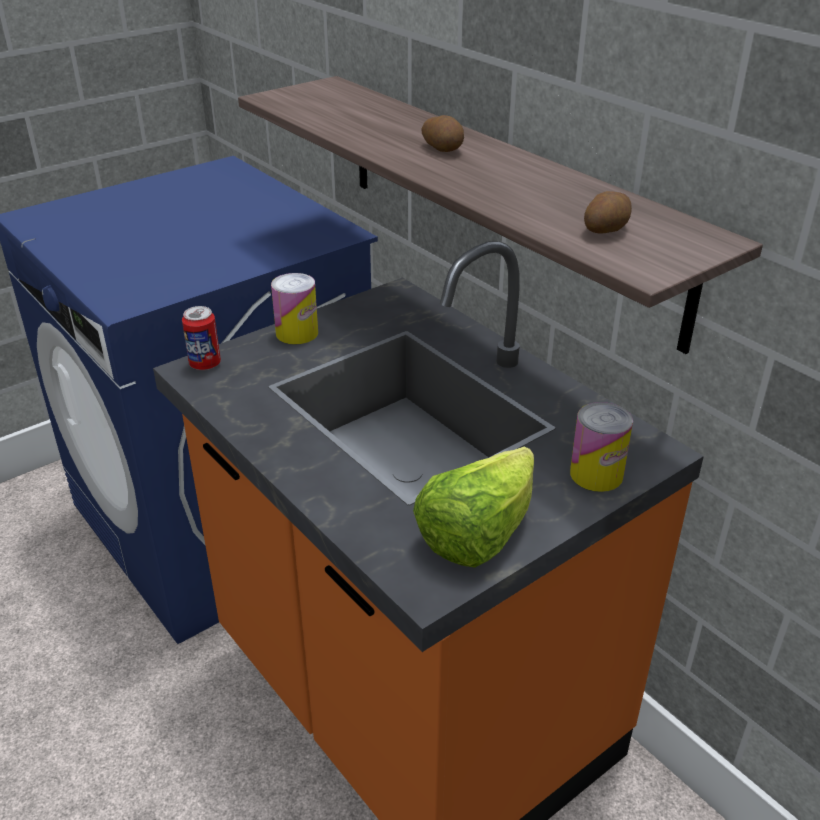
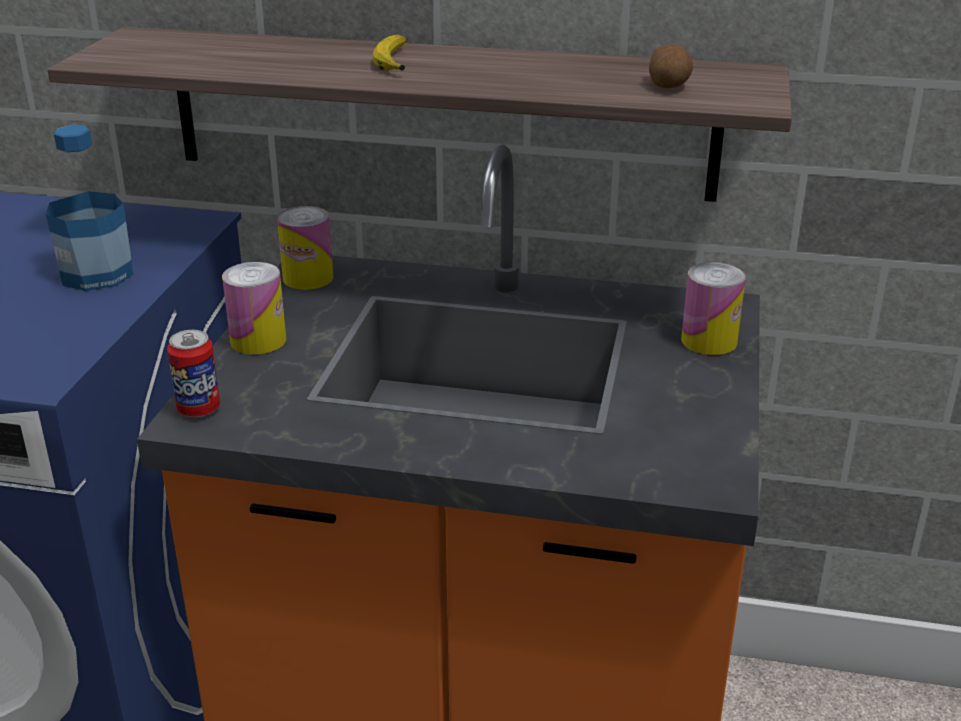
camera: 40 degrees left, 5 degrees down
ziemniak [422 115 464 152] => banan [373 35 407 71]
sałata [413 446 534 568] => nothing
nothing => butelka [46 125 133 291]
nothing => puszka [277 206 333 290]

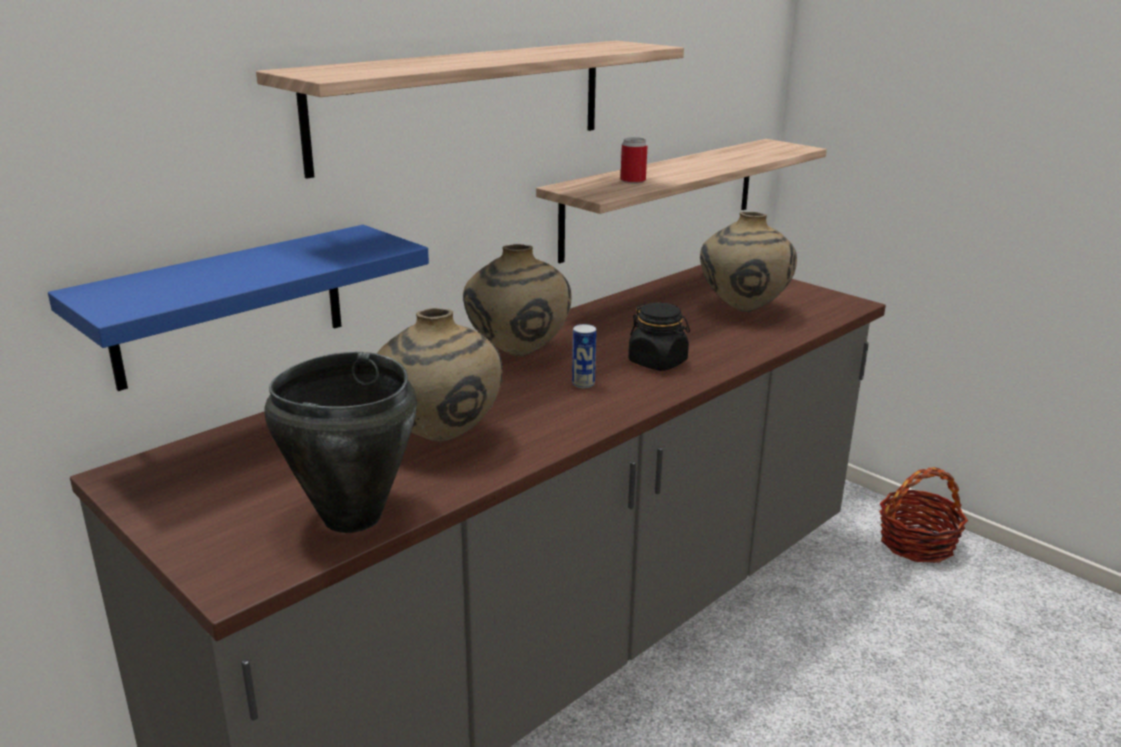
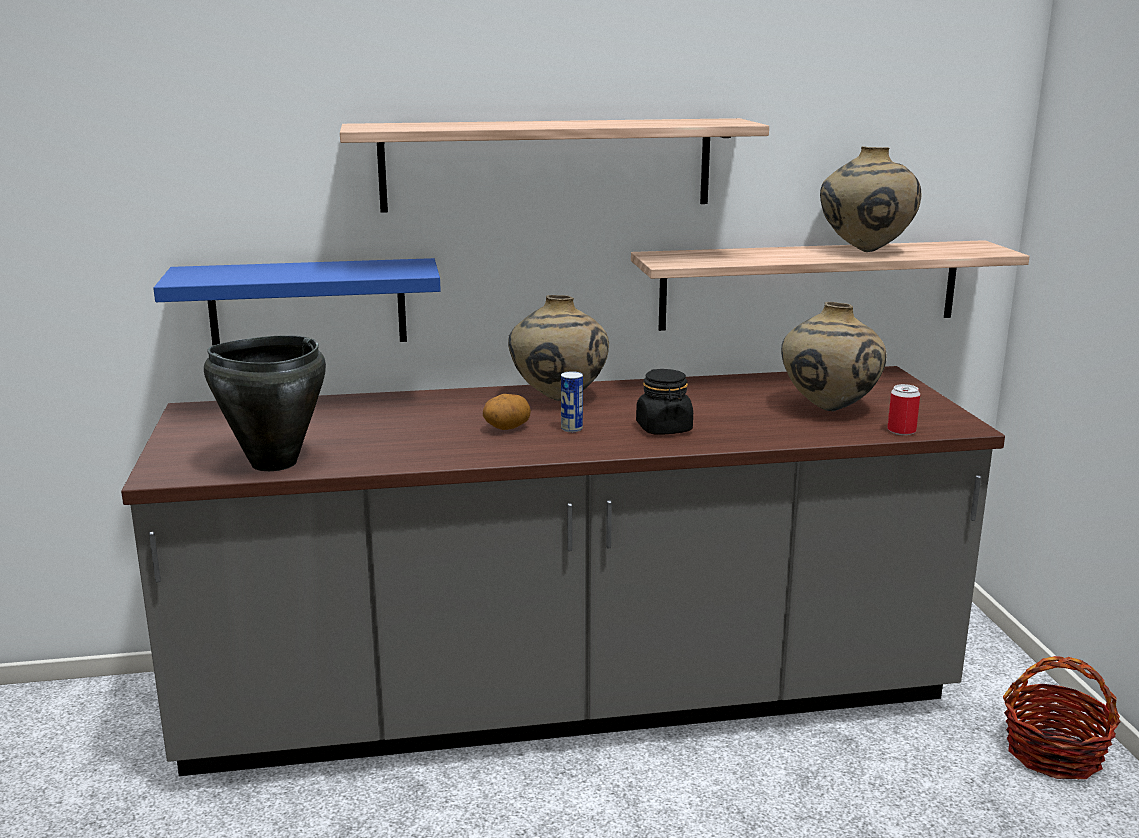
camera: 35 degrees right, 5 degrees down
puszka [621 137 648 184] => puszka [887 384 920 435], relocated
wazon [beżowy] [377 308 503 442] => wazon [beżowy] [820 146 922 252], relocated
nothing => ziemniak [483 394 531 430]

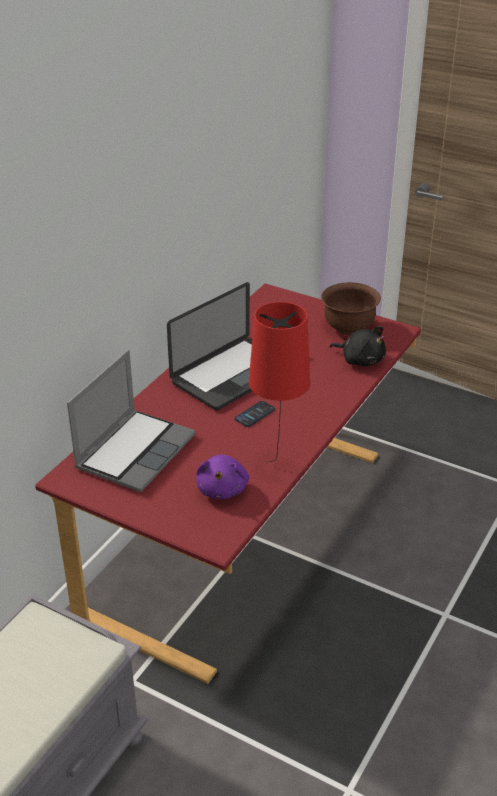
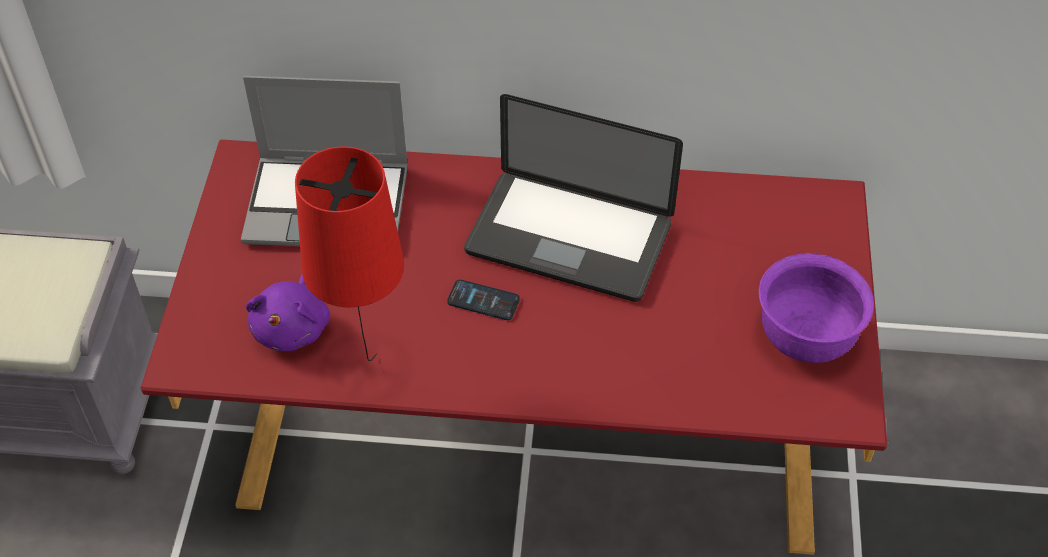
camera: 65 degrees right, 15 degrees up
miska [brązowy] [321 282 381 335] => miska [fioletowy] [759 253 874 363]
pluszak [czarny] [330 326 386 366] => nothing
pluszak [fioletowy] [196 454 249 499] => pluszak [fioletowy] [246 275 330 351], 60 degrees counterclockwise

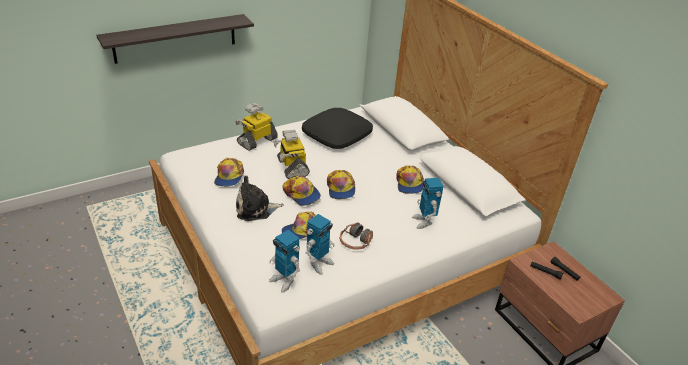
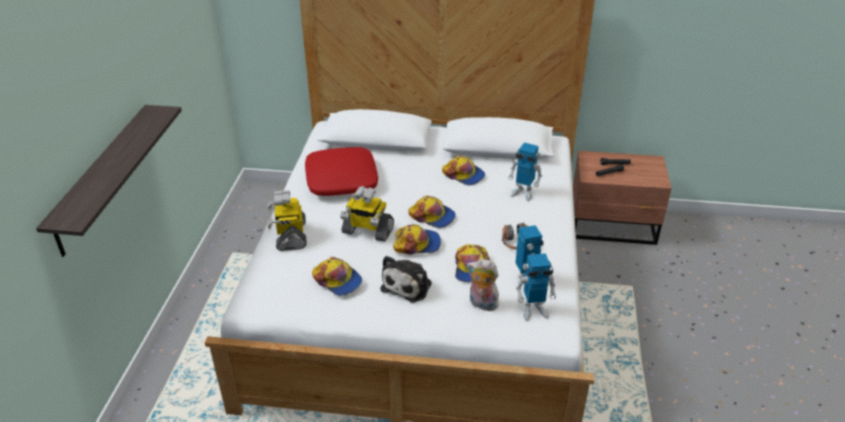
camera: 50 degrees left, 0 degrees up
poduszka [czarny] [302 108 373 149] => poduszka [czerwony] [305 147 378 196]
nothing => pluszak [467 259 499 311]

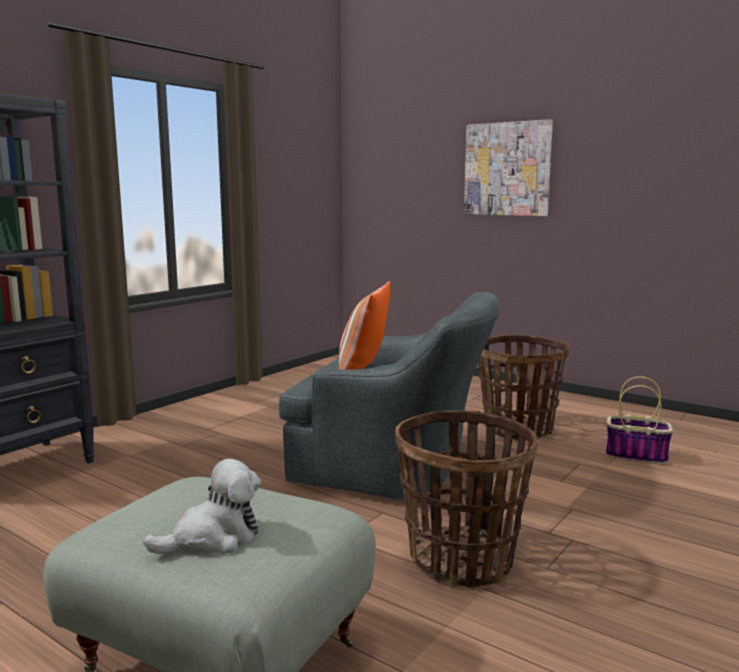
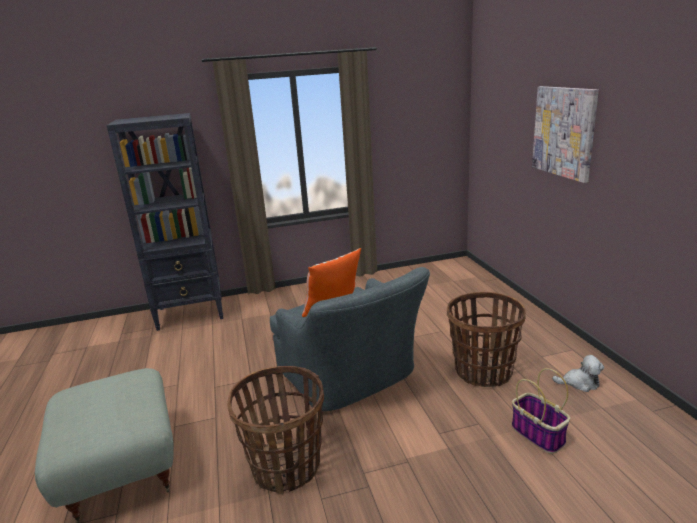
camera: 40 degrees right, 10 degrees up
pluszak [143 459 261 554] => pluszak [552 355 604 392], relocated

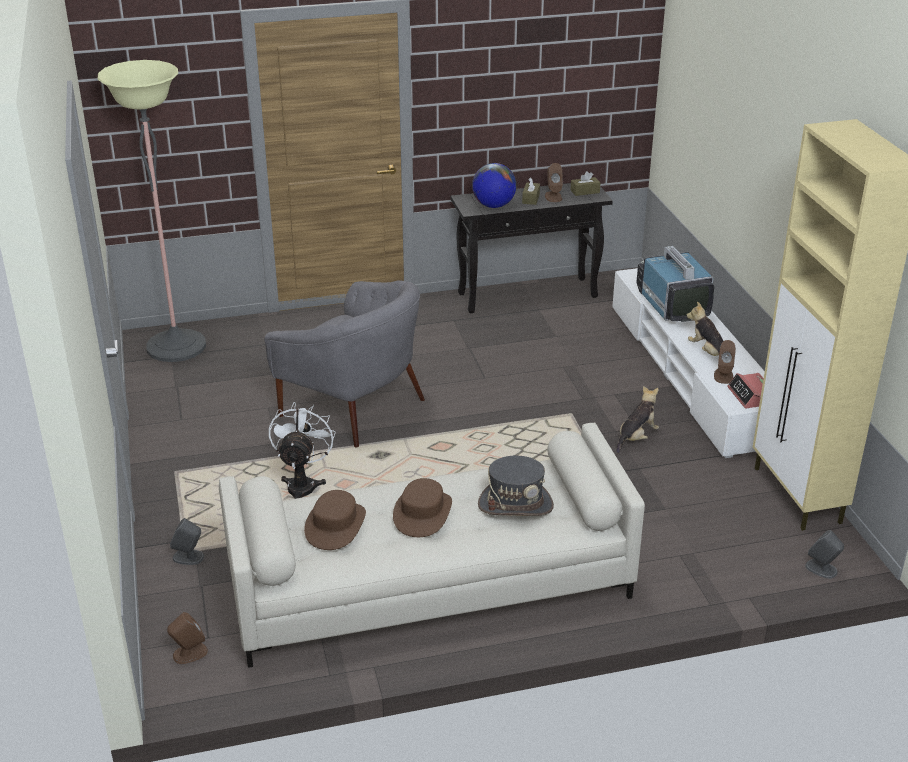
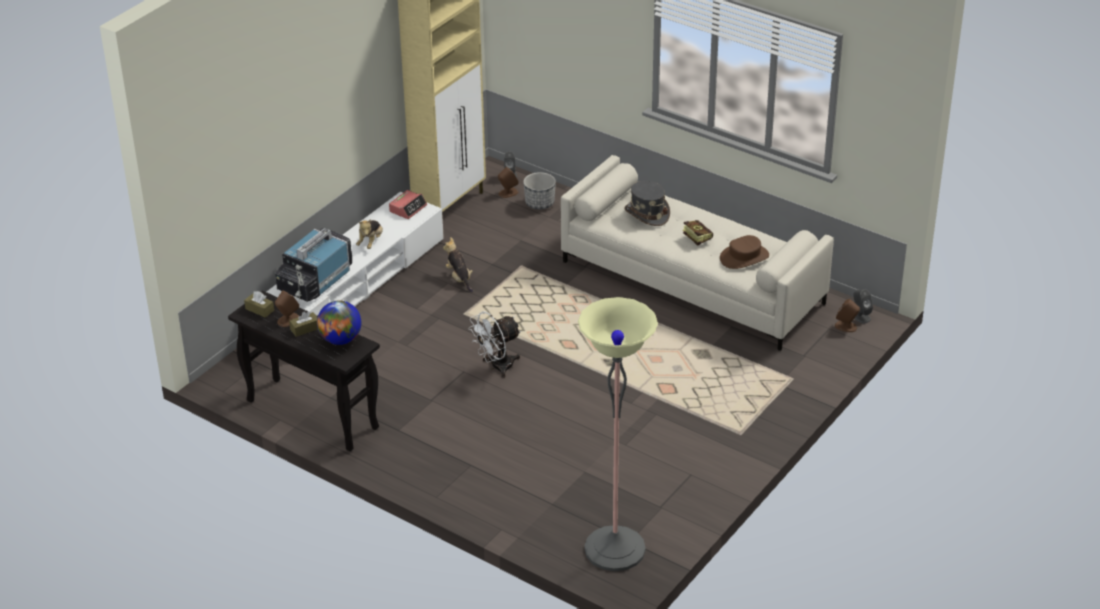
camera: 130 degrees left, 5 degrees up
fotel [szary] [264 280 425 448] => nothing
głośnik [brązowy] [714 340 736 384] => głośnik [brązowy] [498 167 519 198], relocated
pluszak [617 386 659 453] => pluszak [443 237 473 293], 60 degrees clockwise
wentylator [biały] [269 402 336 499] => wentylator [biały] [468 311 521 378], relocated
kapelusz [brązowy] [393 478 452 537] => książka [683 220 713 246]
głośnik [szary] [170 518 204 565] => głośnik [szary] [853 289 873 323], relocated
nothing => donica [523 172 556 209]

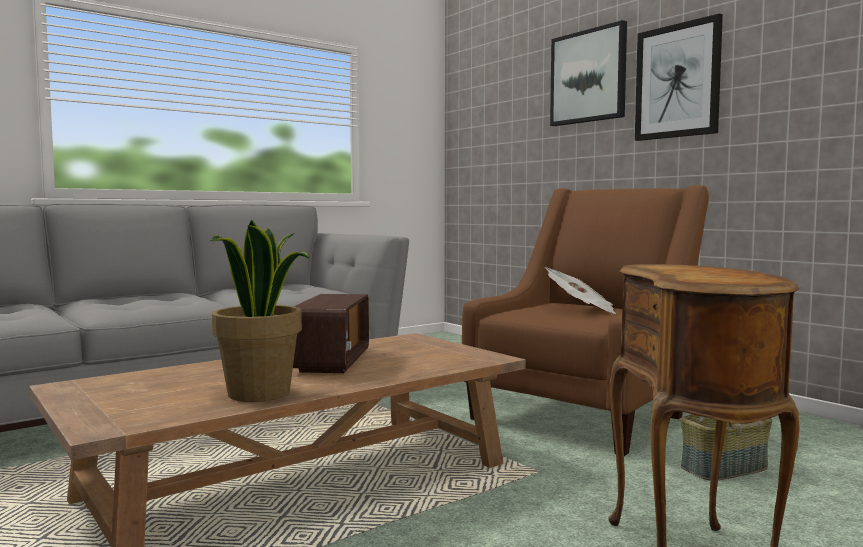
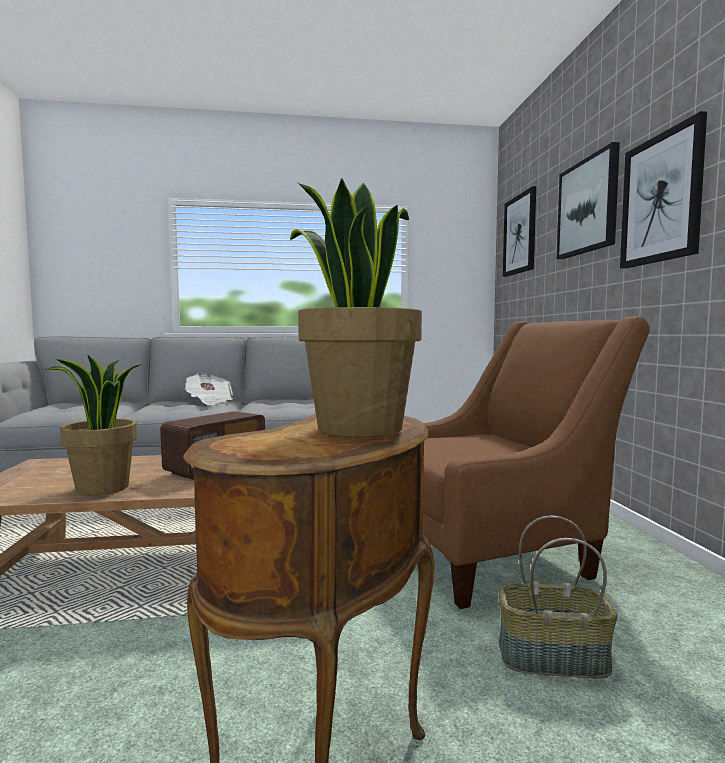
camera: 30 degrees right, 0 degrees up
gazeta [545 267 616 314] => gazeta [185 373 233 405], relocated
nothing => roślina doniczkowa [290 179 422 437]
nothing => obraz [503 186 536 277]

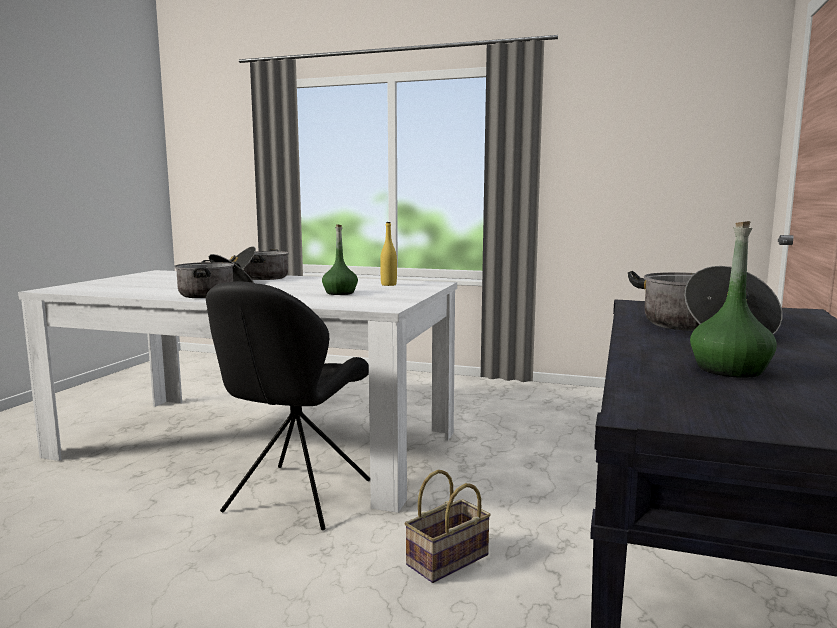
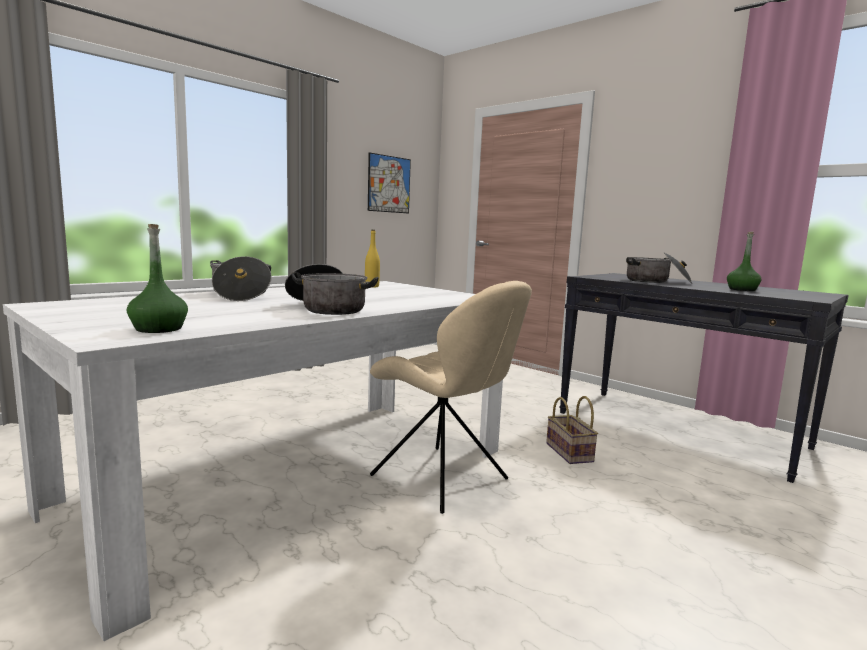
camera: 65 degrees left, 0 degrees up
butelka [zielony] [322 224 358 295] => butelka [zielony] [127 224 188 333], relocated
krzesło [czarny] [206 281 370 530] => krzesło [beżowy] [370 281 532 514]
nothing => obraz [368 152 411 213]

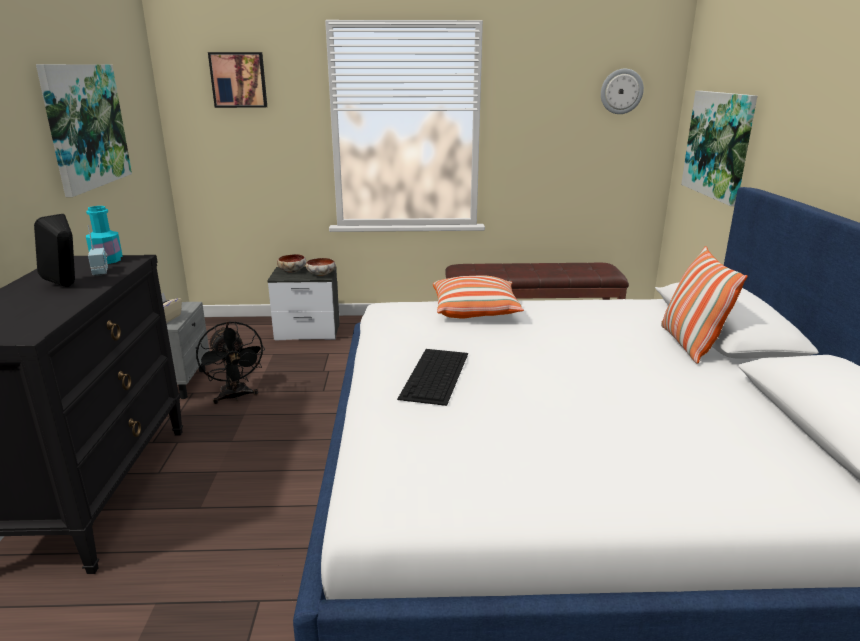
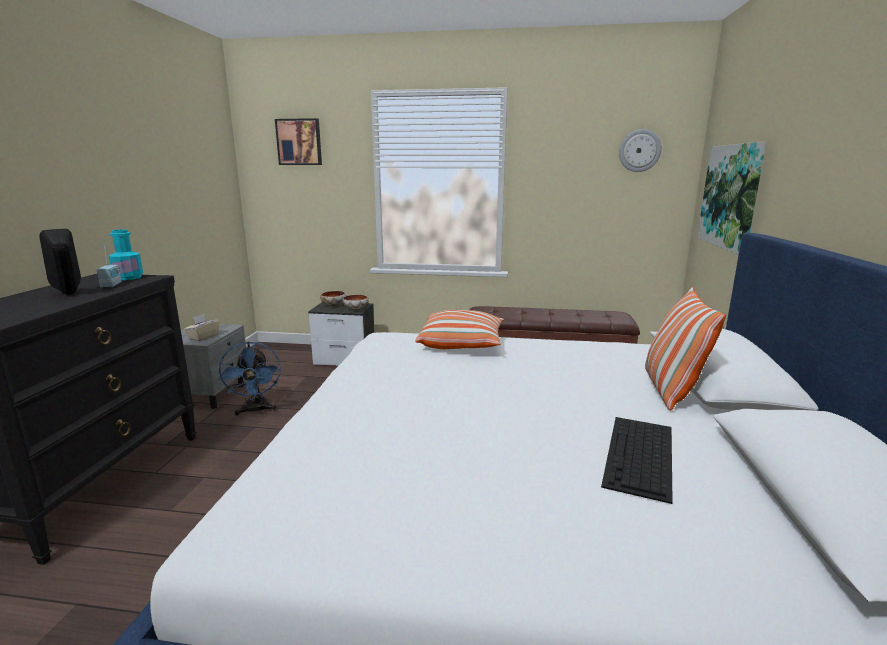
camera: 10 degrees right, 5 degrees down
obraz [36 64 132 197] => nothing
wentylator [czarny] [196 321 265 404] => wentylator [niebieski] [218 341 281 415]
klawiatura [397 349 468 406] => klawiatura [601 417 673 504], relocated

